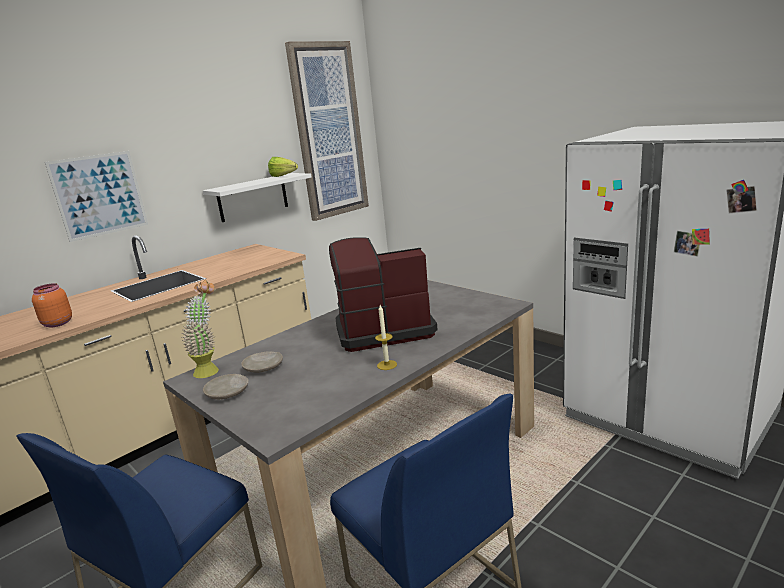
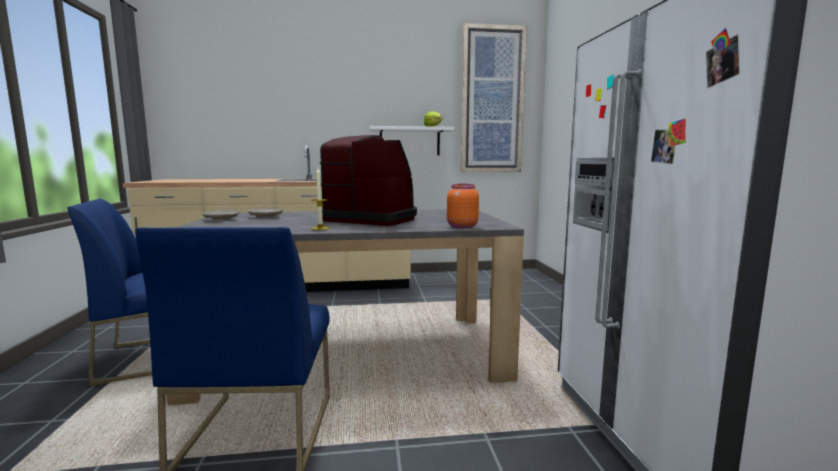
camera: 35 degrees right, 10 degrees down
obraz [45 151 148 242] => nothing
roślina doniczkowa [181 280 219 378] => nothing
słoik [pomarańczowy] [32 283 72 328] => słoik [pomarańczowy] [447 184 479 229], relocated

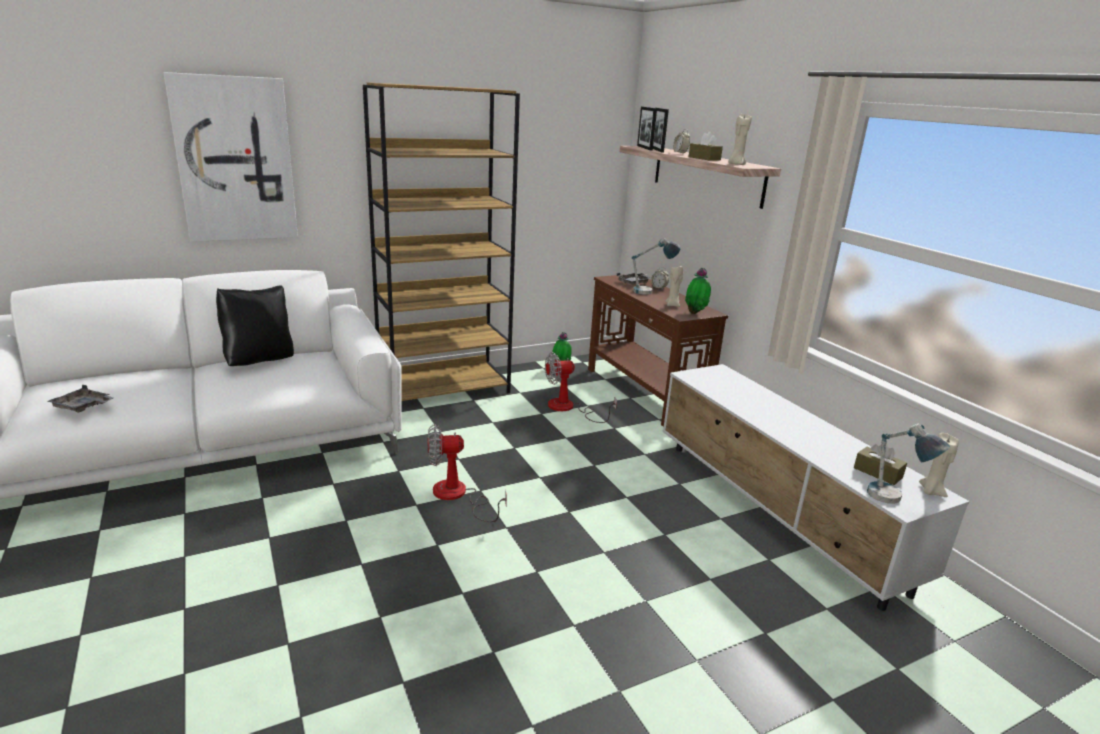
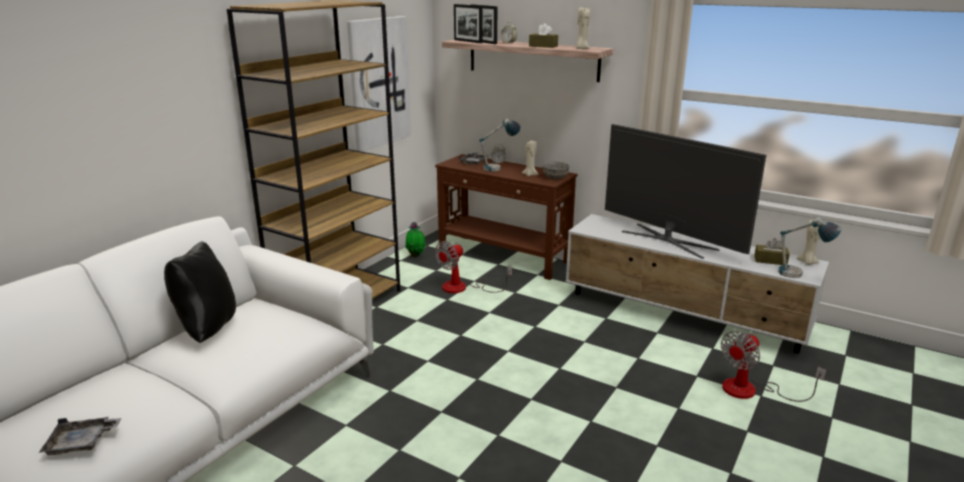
camera: 30 degrees left, 0 degrees up
obraz [163 72 298 242] => obraz [347 16 411 152], relocated
roślina doniczkowa [685 268 711 314] => miska [szary] [542 161 569 179]
wentylator [427 424 507 522] => wentylator [721 331 826 402], relocated
nothing => telewizor [605 124 766 259]

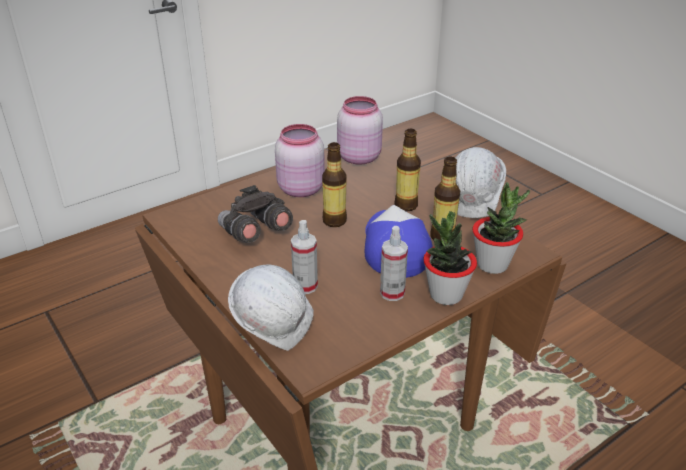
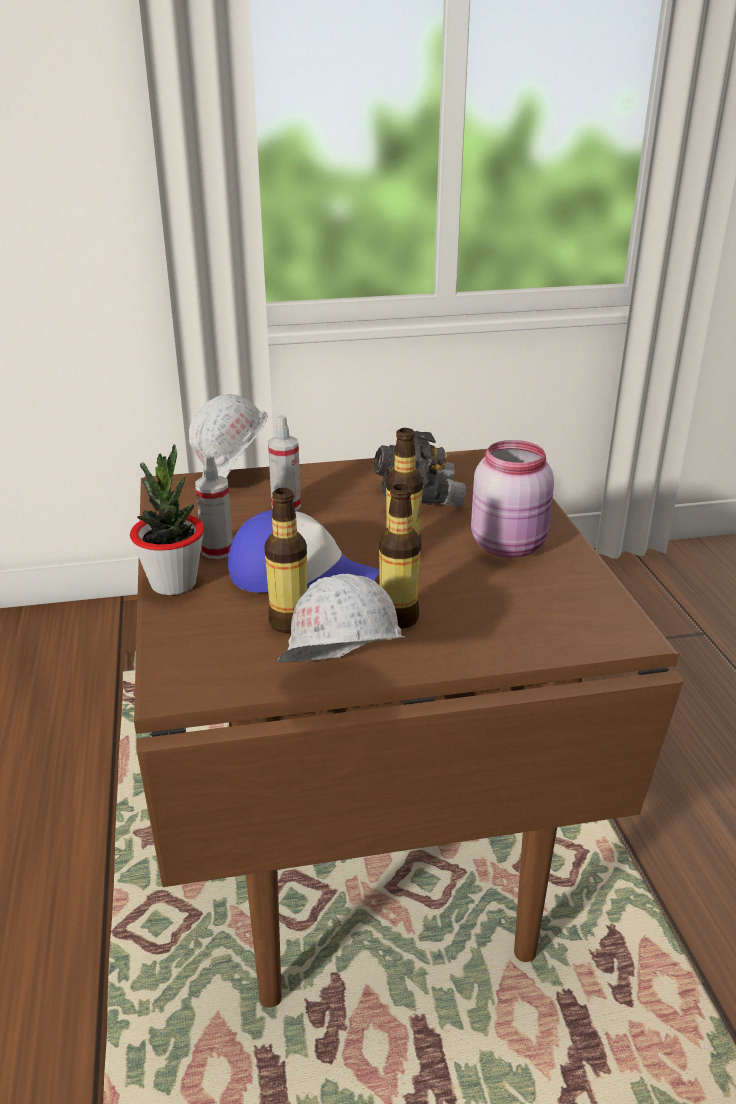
camera: 115 degrees right, 5 degrees down
słoik [różowy] [337 96 383 165] => nothing
roślina doniczkowa [472 182 530 274] => nothing

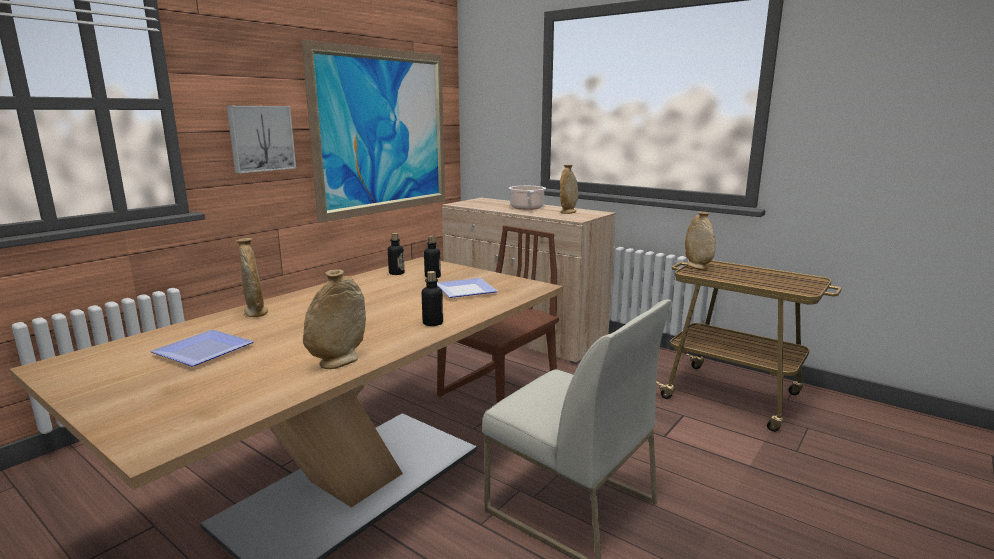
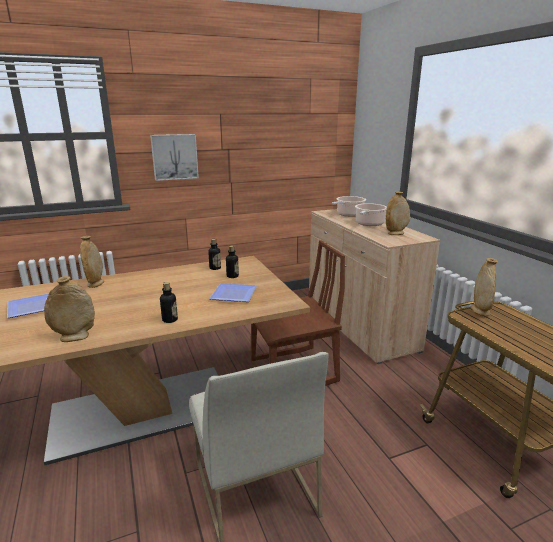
camera: 30 degrees right, 5 degrees up
obraz [301 40 445 223] => nothing
nothing => garnek [332 196 366 217]

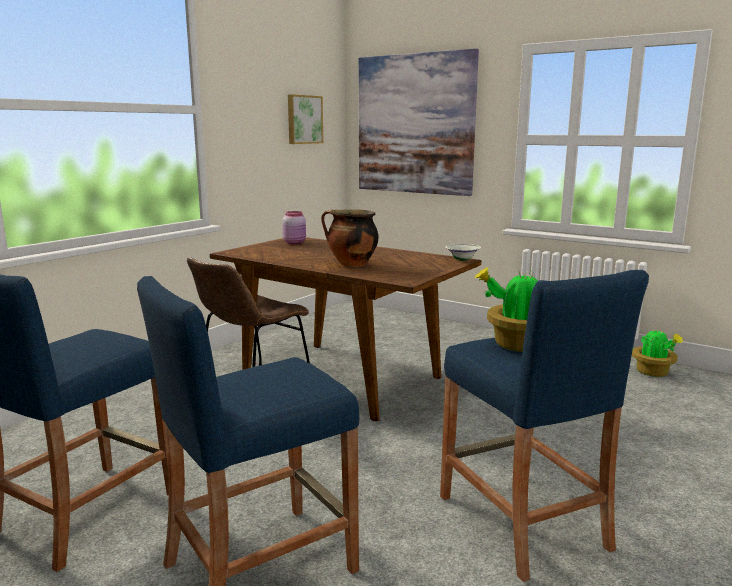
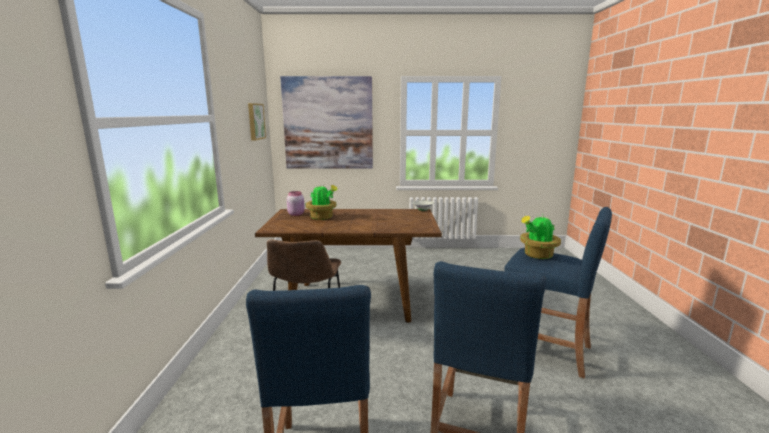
camera: 35 degrees left, 0 degrees up
garnek [321 209 379 267] => nothing
roślina doniczkowa [632 329 683 377] => roślina doniczkowa [305 185 338 220], relocated

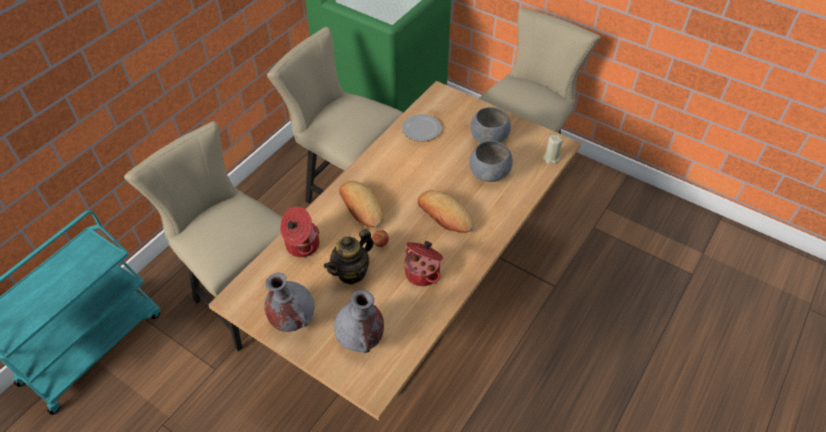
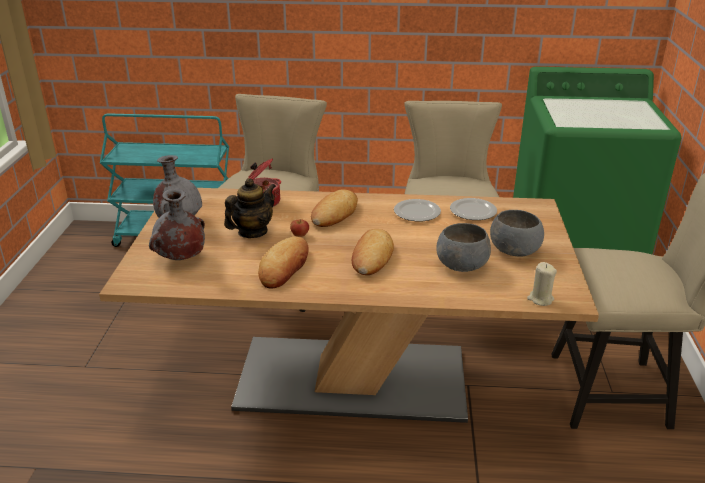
camera: 60 degrees right, 20 degrees down
imbryk [324 229 374 285] => imbryk [224 178 276 238], 120 degrees clockwise
garnek [405 241 443 286] => chleb [258 236 309 289]
nothing => talerz [394 199 441 221]

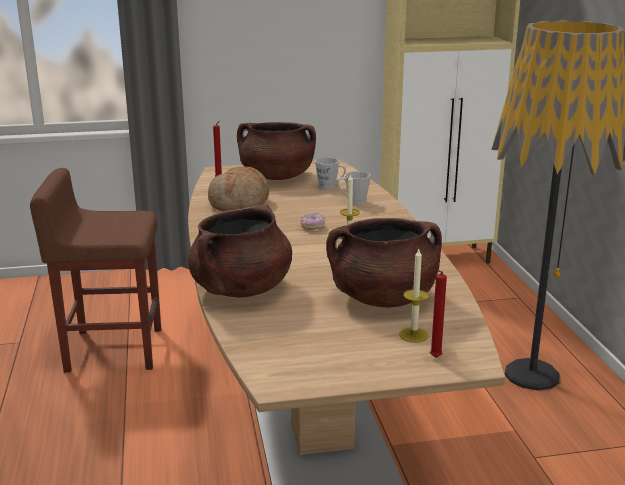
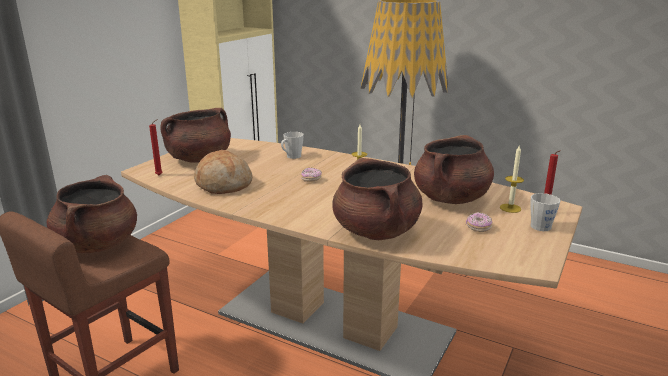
camera: 50 degrees left, 0 degrees up
kubek [szary] [315 158 346 189] => kubek [szary] [530 193 560 231], relocated
nothing => garnek [brązowy] [46 175 137 253]
nothing => donut [466 212 493 232]

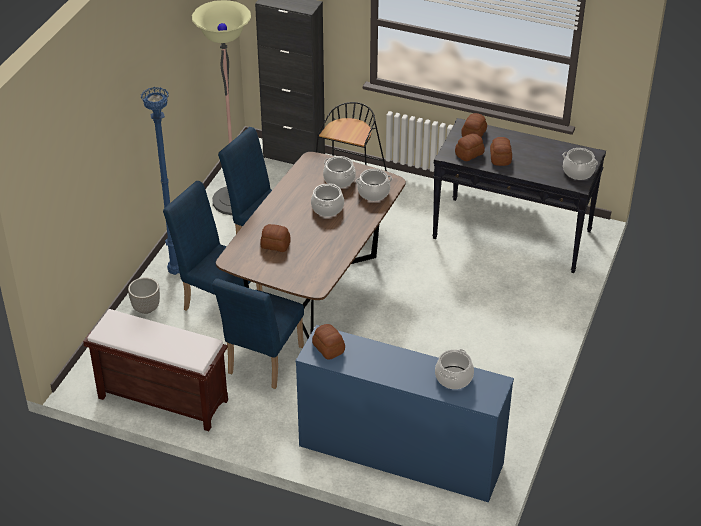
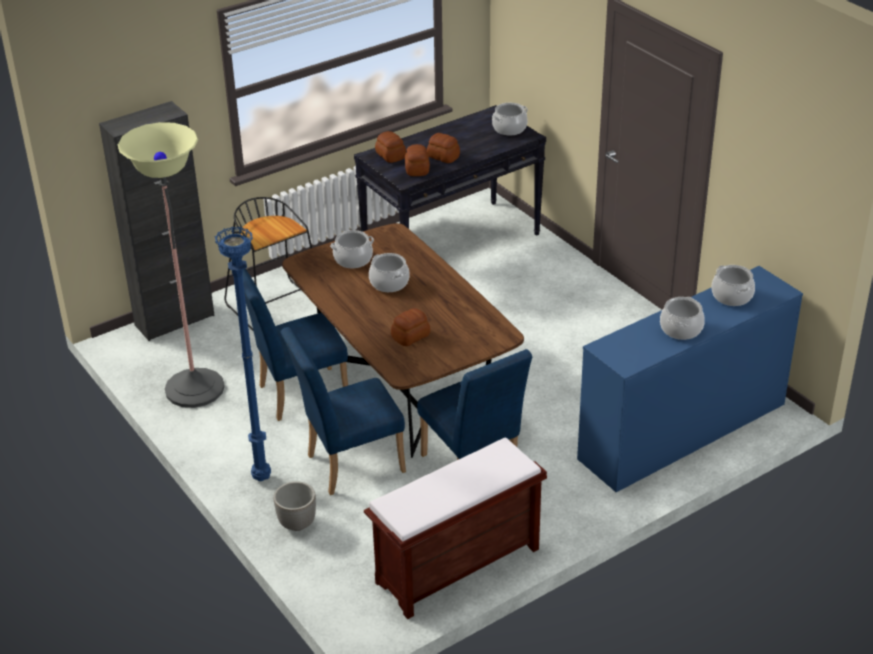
camera: 55 degrees left, 5 degrees down
garnek [356 169 392 201] => garnek [660 297 705 340], relocated
chleb [312 324 345 360] => nothing

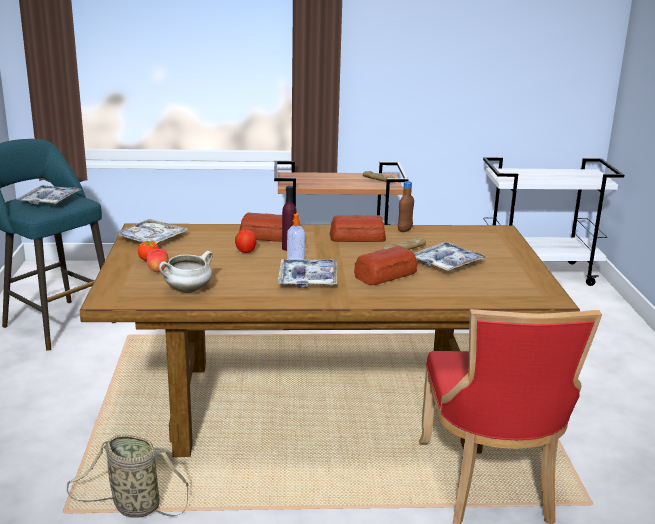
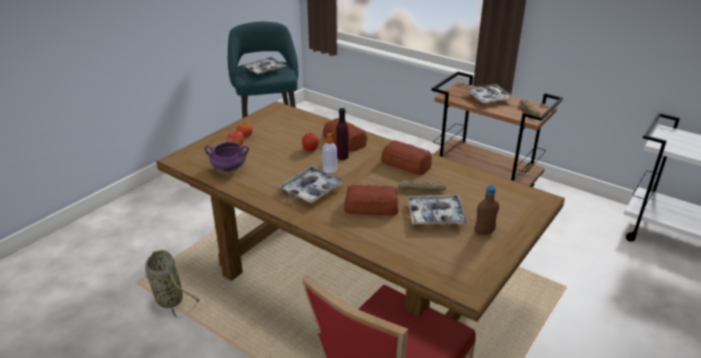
camera: 40 degrees right, 10 degrees up
butelka [brązowy] [398 181 414 232] => butelka [brązowy] [475 185 499 235], relocated
taca [113 219 188 243] => taca [464 84 514 103], relocated
garnek [biały] [159 251 213 293] => garnek [fioletowy] [204 142 249 172]

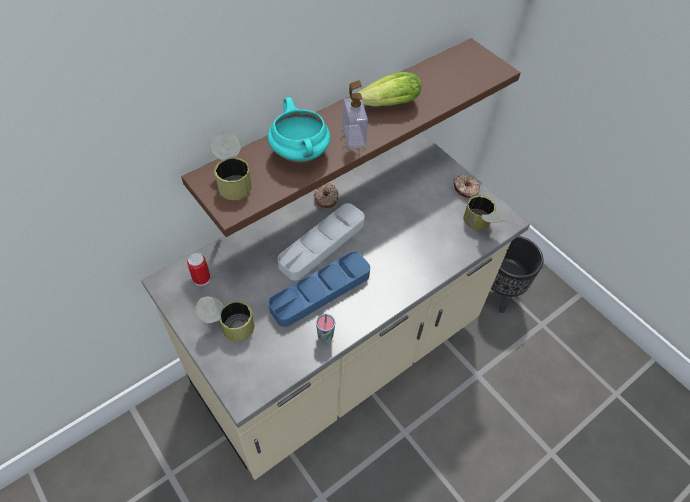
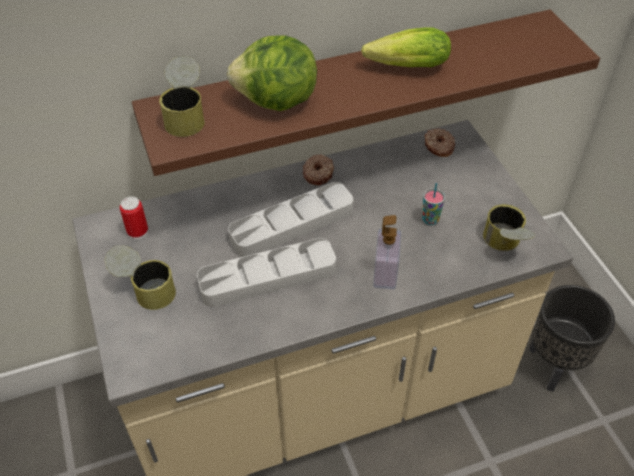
camera: 20 degrees right, 5 degrees down
dozownik mydła [342 80 368 148] => dozownik mydła [373 215 401 290], relocated
garnek [turkusowy] [268 97 331 163] => sałata [227 36 317 111]
donut [453 175 480 198] => donut [425 128 455 157], relocated
taca [niebieski] [269 252 370 327] => taca [szary] [197 238 336 307]
filiżanka [316 314 335 343] => filiżanka [422 183 445 225], relocated

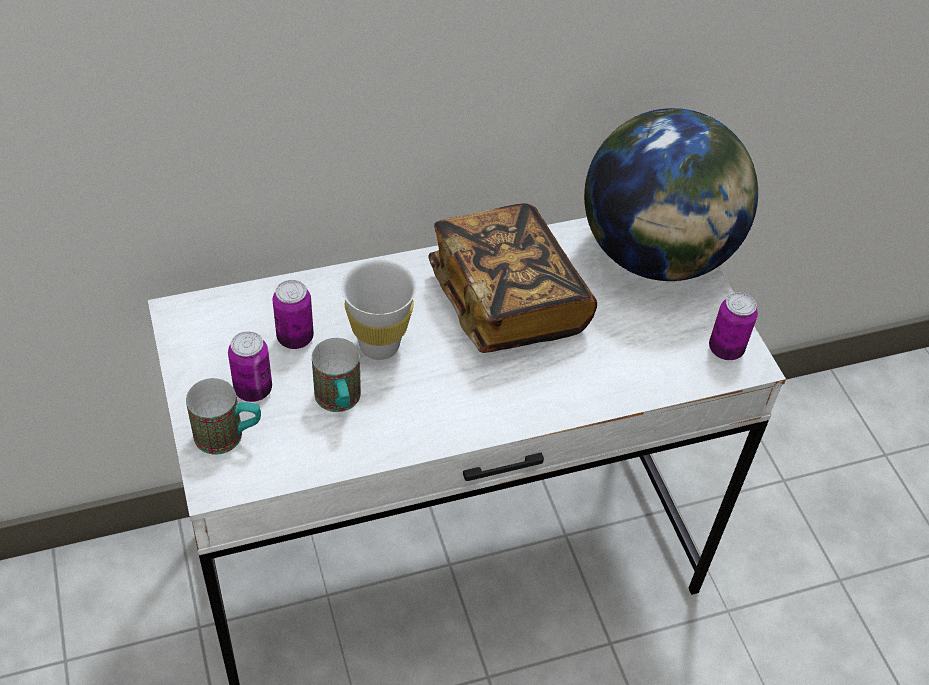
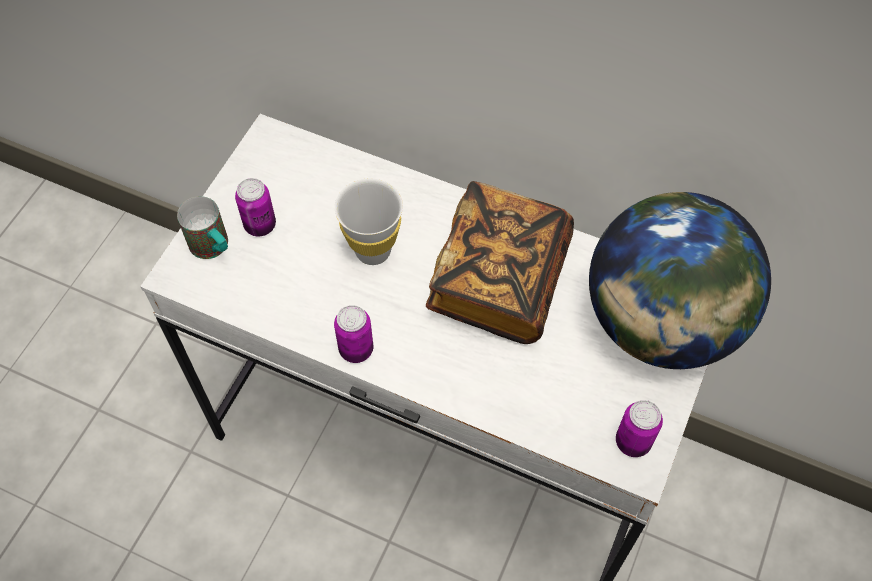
camera: 45 degrees right, 10 degrees up
puszka [273 280 314 349] => puszka [334 305 373 363], relocated
kubek [312 338 361 412] => nothing

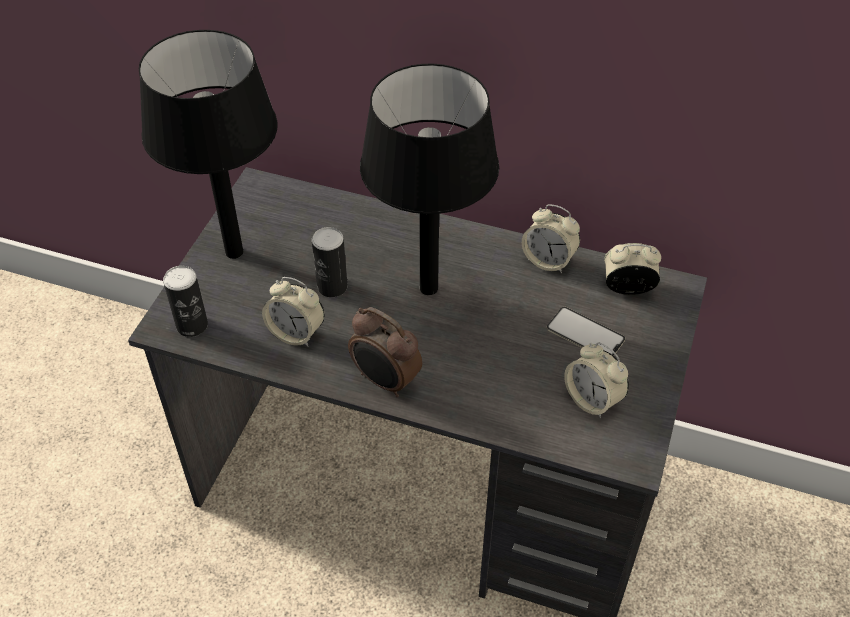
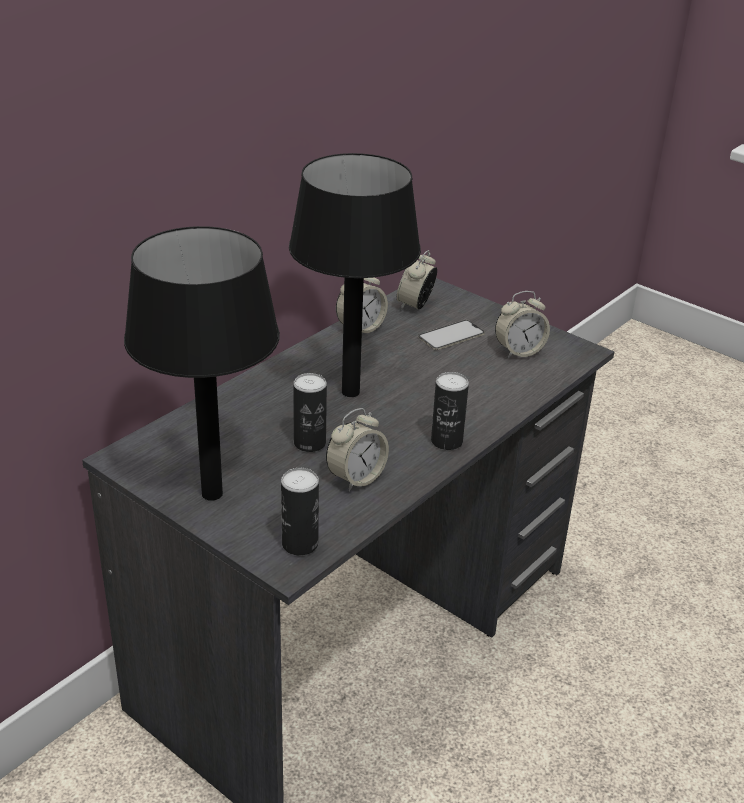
camera: 70 degrees left, 15 degrees down
budzik [348 307 422 397] => puszka [431 372 469 450]

